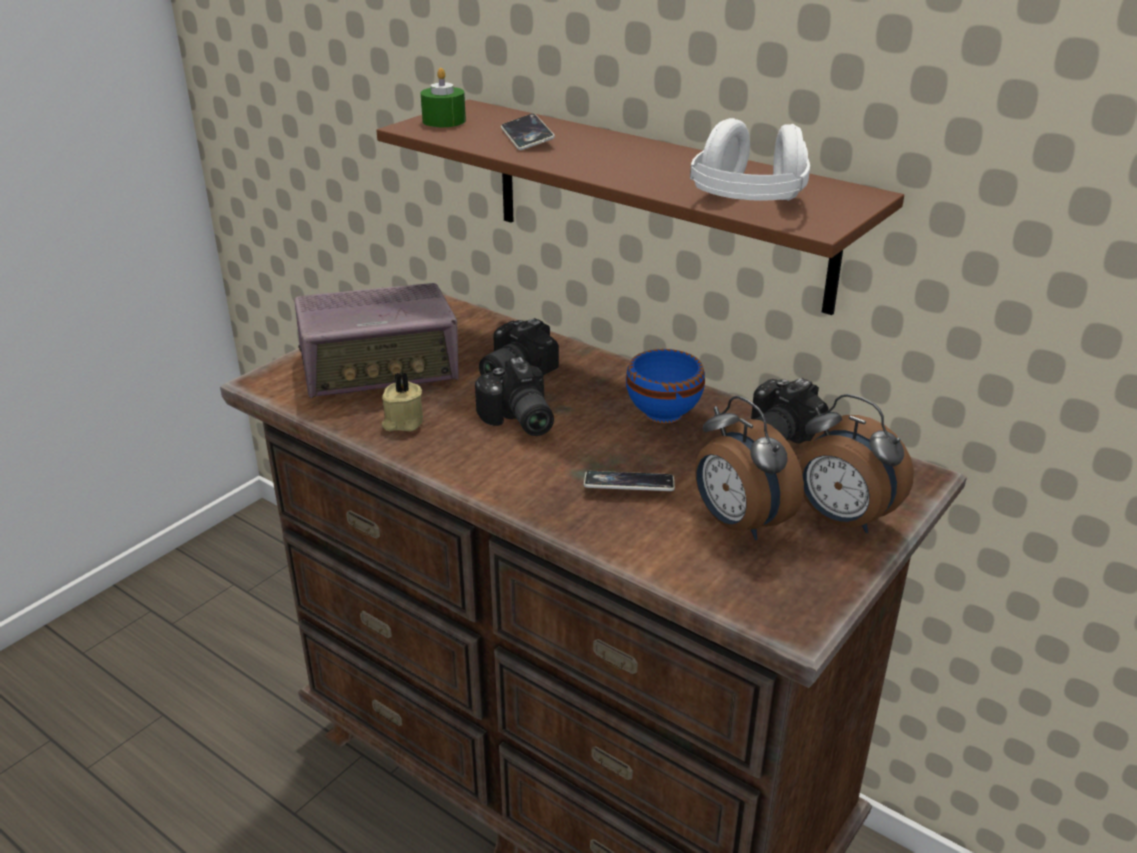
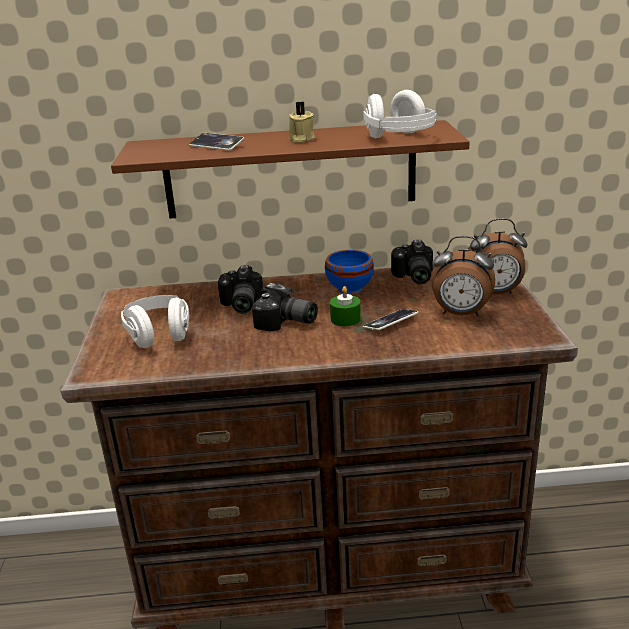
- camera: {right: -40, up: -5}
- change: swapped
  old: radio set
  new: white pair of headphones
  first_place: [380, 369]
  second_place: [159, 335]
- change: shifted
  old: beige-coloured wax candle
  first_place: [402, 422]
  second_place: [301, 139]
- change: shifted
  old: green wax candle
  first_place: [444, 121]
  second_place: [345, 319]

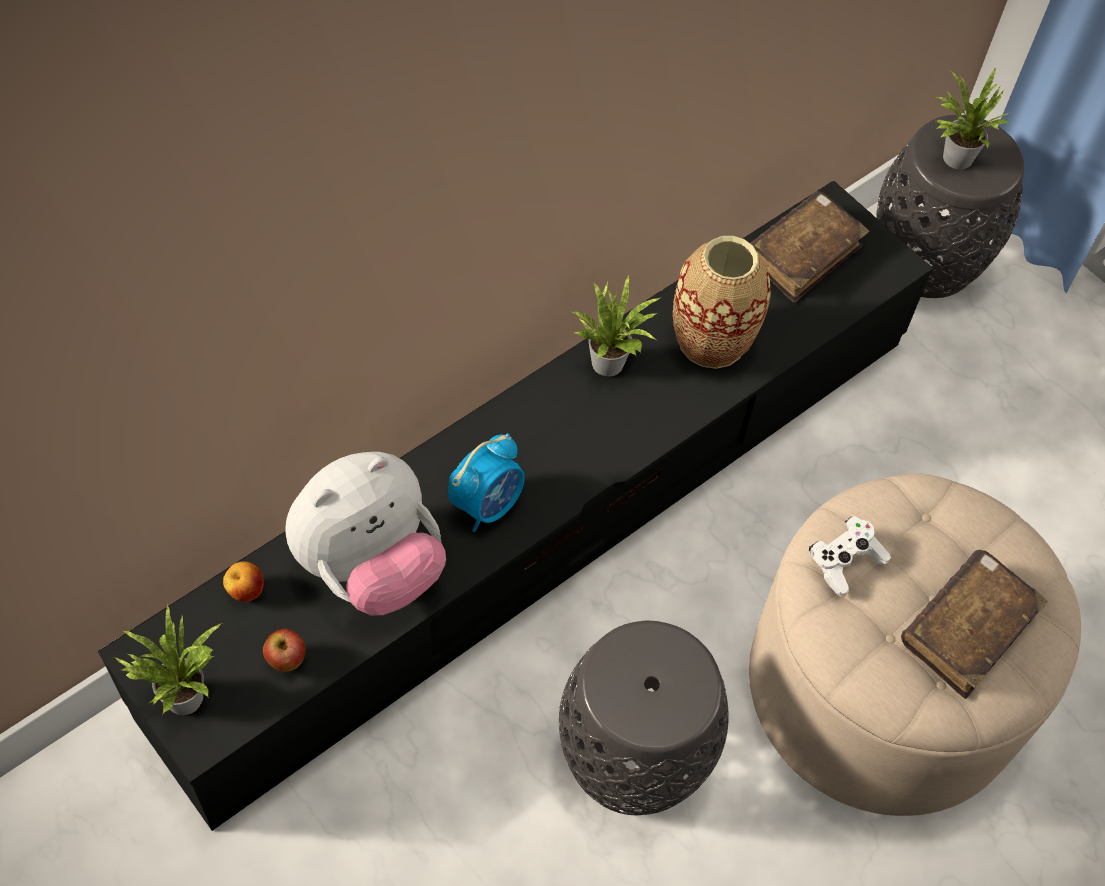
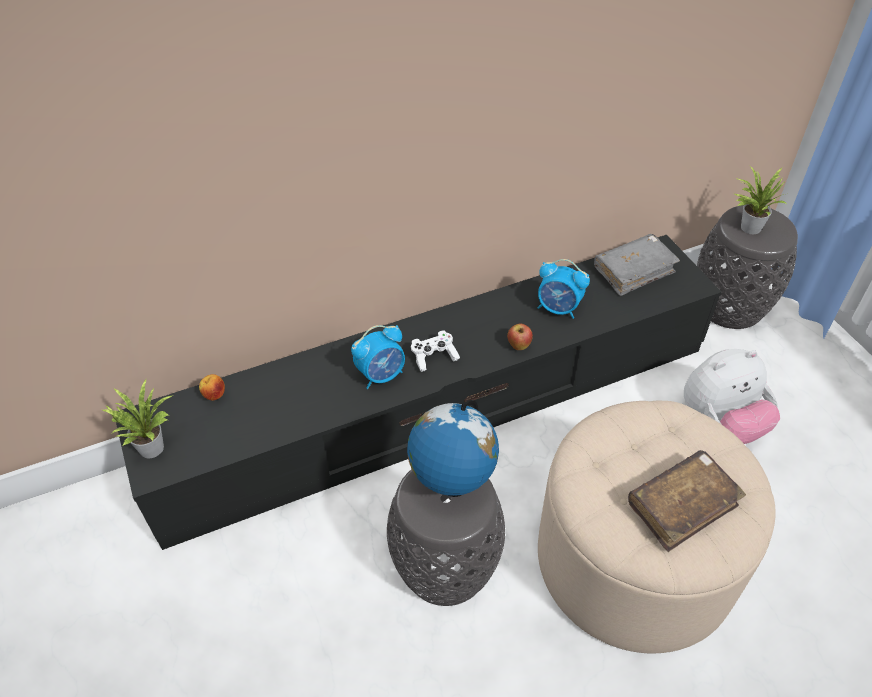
- camera: {right: 20, up: -10}
- change: new
  new: globe
  second_place: [452, 485]
- change: shifted
  old: white gamepad
  first_place: [845, 561]
  second_place: [434, 356]
- change: shifted
  old: whole apple
  first_place: [287, 660]
  second_place: [519, 346]
- change: swapped
  old: decorative vase
  new: bedside clock
  first_place: [712, 340]
  second_place: [558, 308]
- change: repainted
  old: brown-coloured book
  new: gray book
  first_place: [803, 254]
  second_place: [634, 271]
- change: shifted
  old: cuddly toy
  first_place: [370, 566]
  second_place: [721, 422]
- change: gone
  old: houseplant
  first_place: [610, 360]

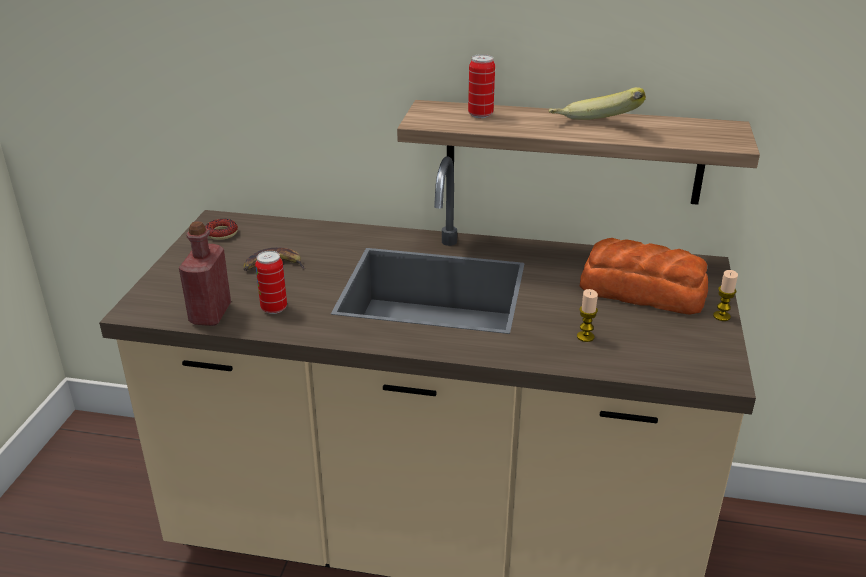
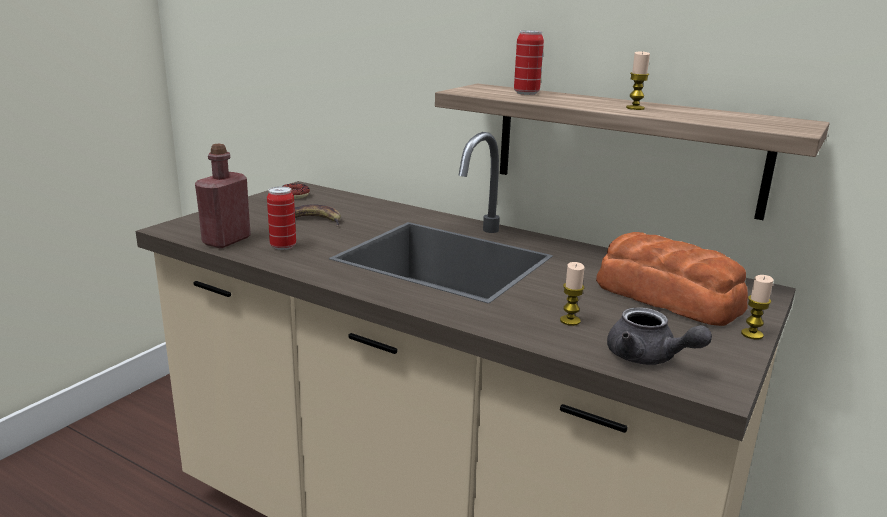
- camera: {right: 20, up: -10}
- change: new
  new: gray teapot
  second_place: [648, 358]
- change: swapped
  old: whole banana
  new: wax candle
  first_place: [593, 128]
  second_place: [635, 108]

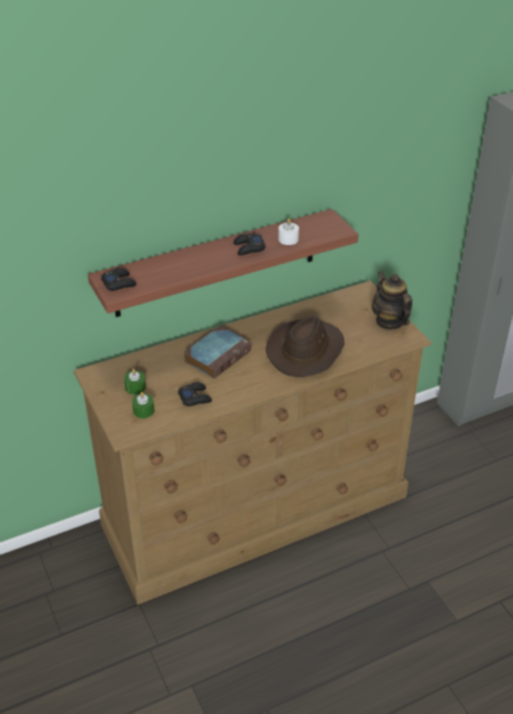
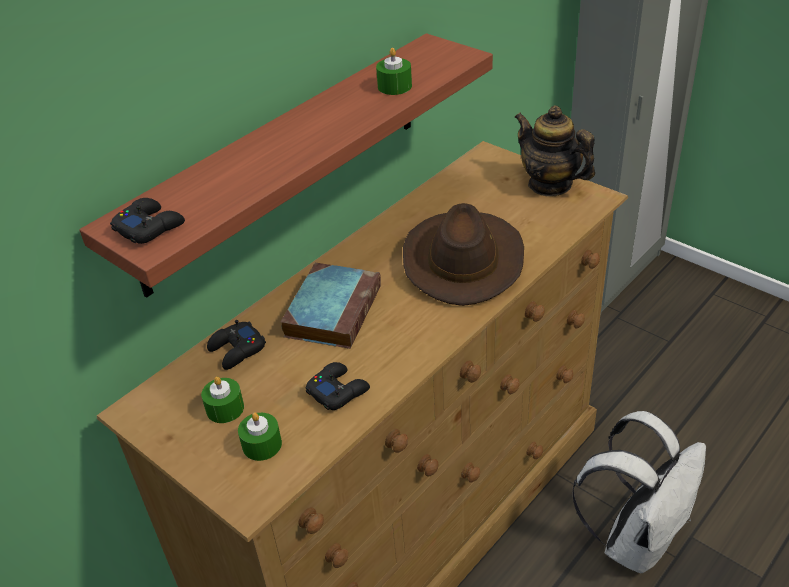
- camera: {right: -20, up: 0}
- change: shifted
  old: blackish gamepad
  first_place: [249, 248]
  second_place: [237, 350]
- change: repainted
  old: white wax candle
  new: green wax candle
  first_place: [288, 239]
  second_place: [394, 86]
- change: new
  new: white backpack
  second_place: [636, 539]

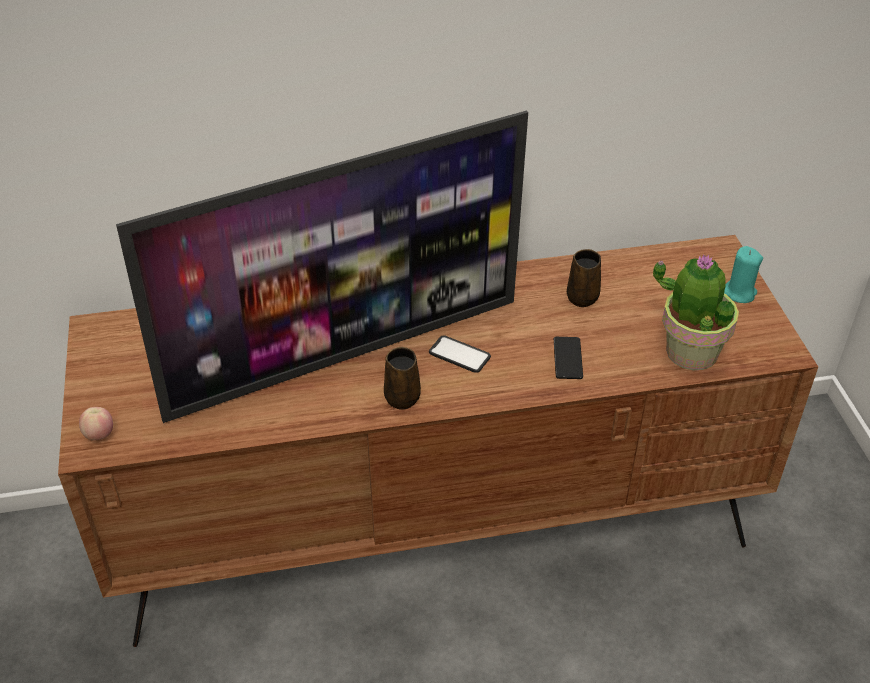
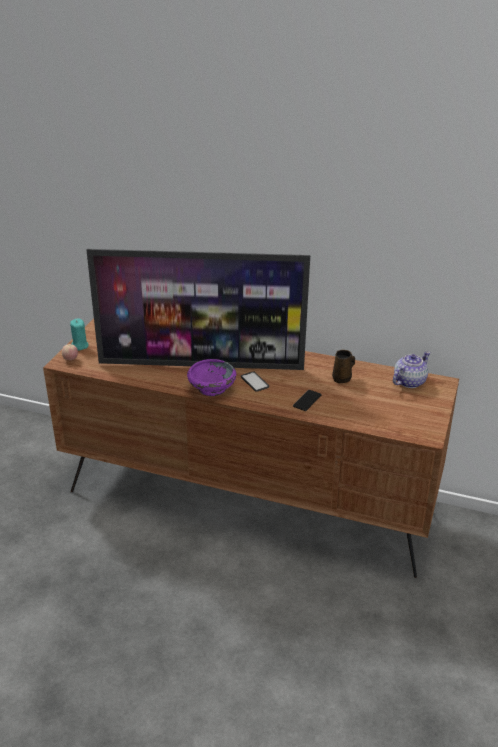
- camera: {right: 30, up: -10}
- change: shifted
  old: turquoise wax candle
  first_place: [739, 293]
  second_place: [79, 346]
- change: swapped
  old: brown-coloured tea mug
  new: purplish deep dish
  first_place: [402, 396]
  second_place: [211, 389]
- change: new
  new: teapot
  second_place: [409, 382]
- change: gone
  old: houseplant
  first_place: [691, 351]

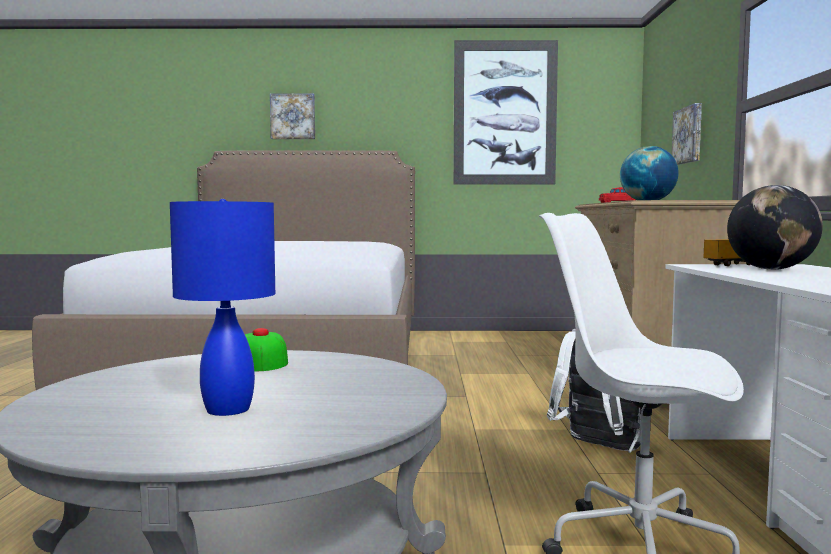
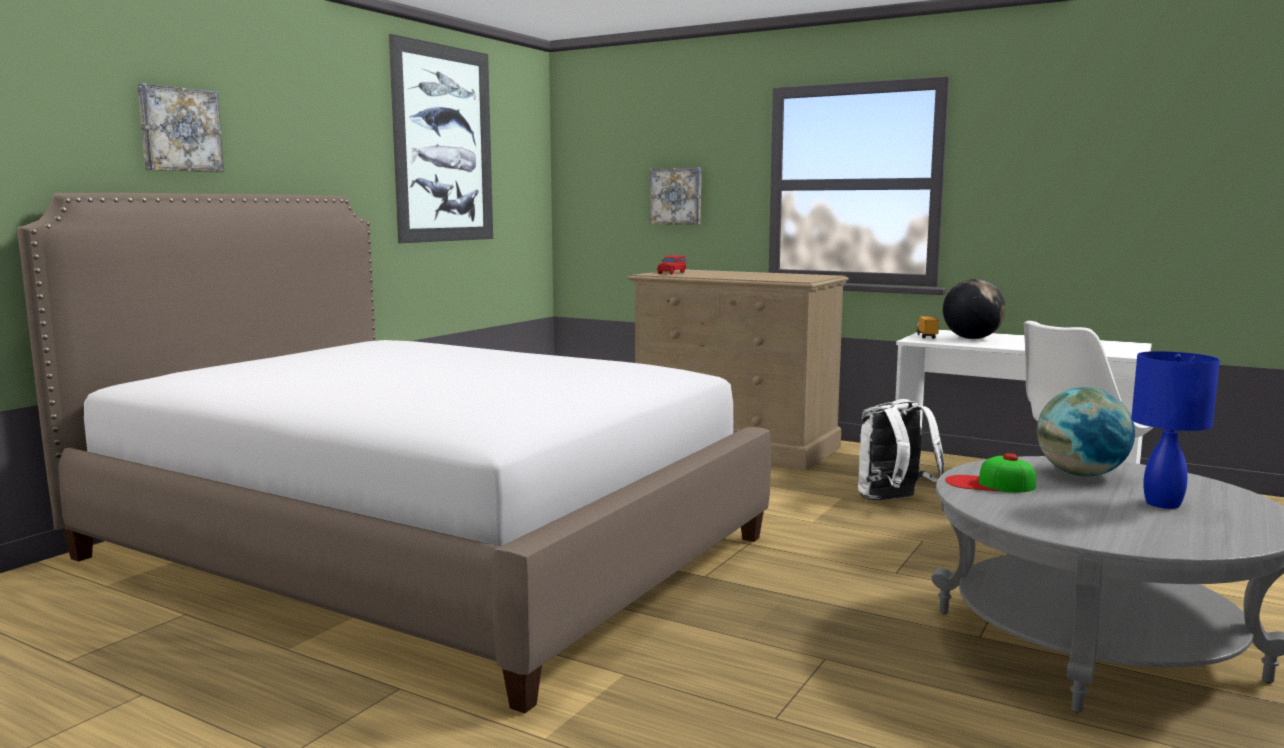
- camera: {right: -60, up: 5}
- change: shifted
  old: globe
  first_place: [647, 202]
  second_place: [1081, 474]

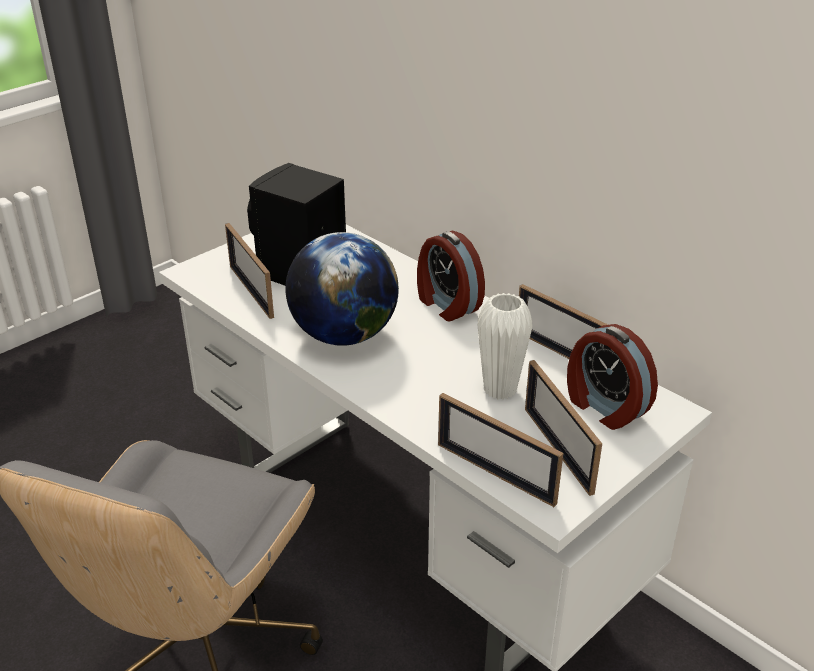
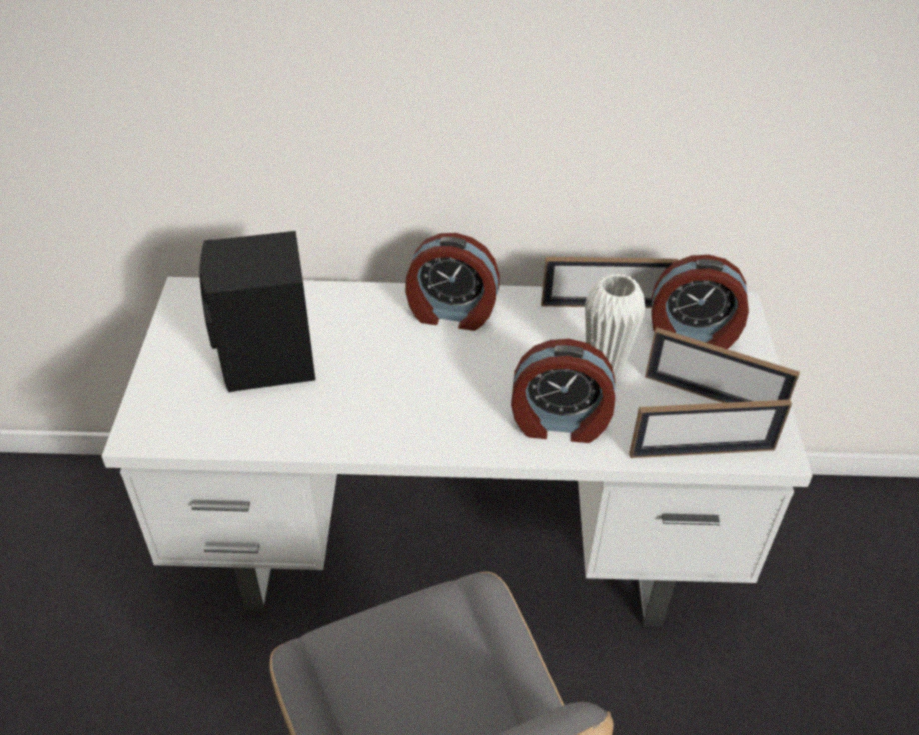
- camera: {right: -45, up: 10}
- change: new
  new: bedside clock
  second_place: [559, 423]
- change: gone
  old: picture frame
  first_place: [251, 291]
- change: gone
  old: globe
  first_place: [344, 335]

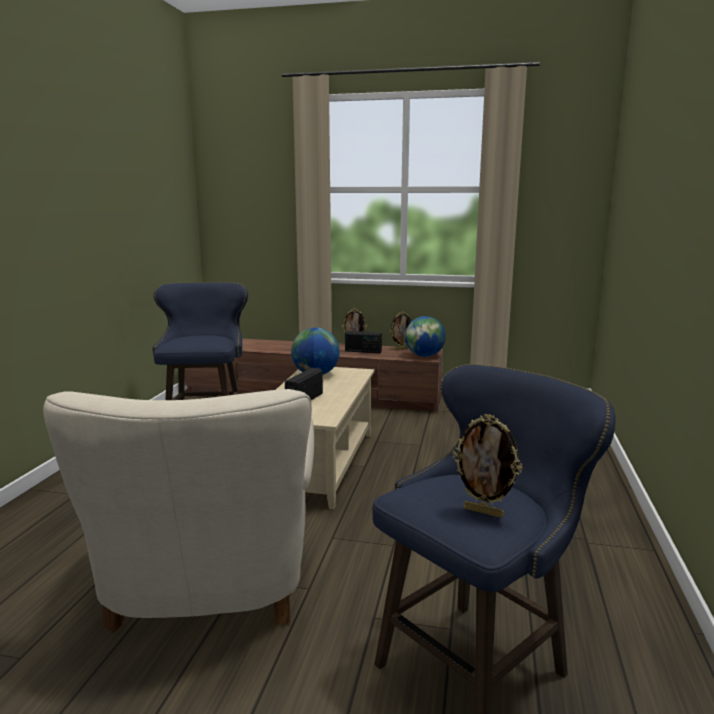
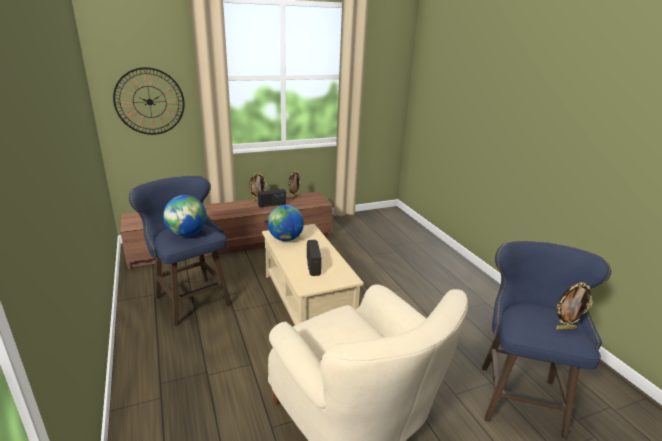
- camera: {right: -35, up: 10}
- change: new
  new: clock on the wall
  second_place: [149, 102]
- change: shifted
  old: globe
  first_place: [424, 356]
  second_place: [187, 234]

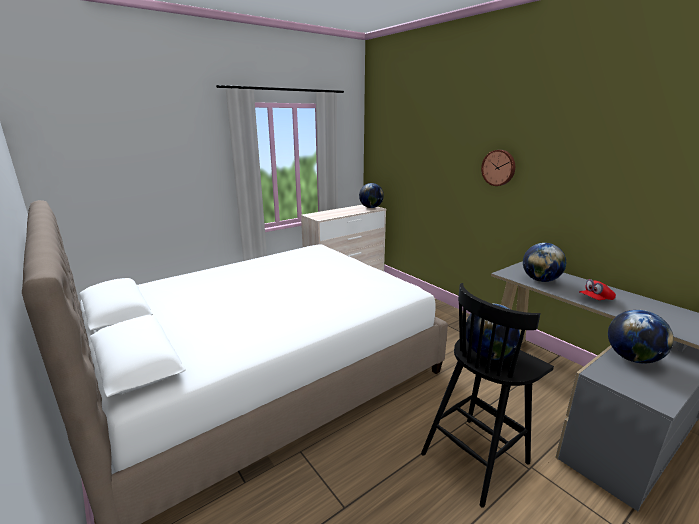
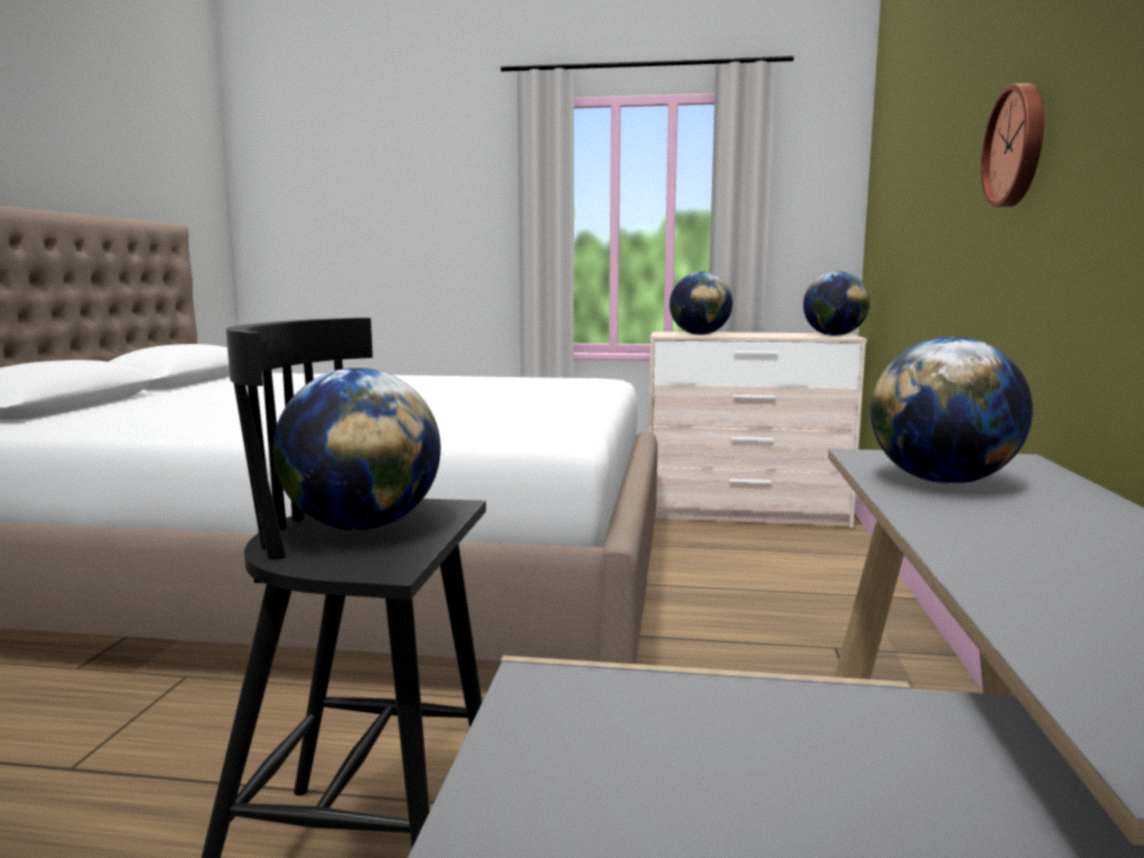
- camera: {right: 45, up: -10}
- change: shifted
  old: globe
  first_place: [632, 358]
  second_place: [699, 334]
- change: gone
  old: reddish baseball cap
  first_place: [595, 300]

